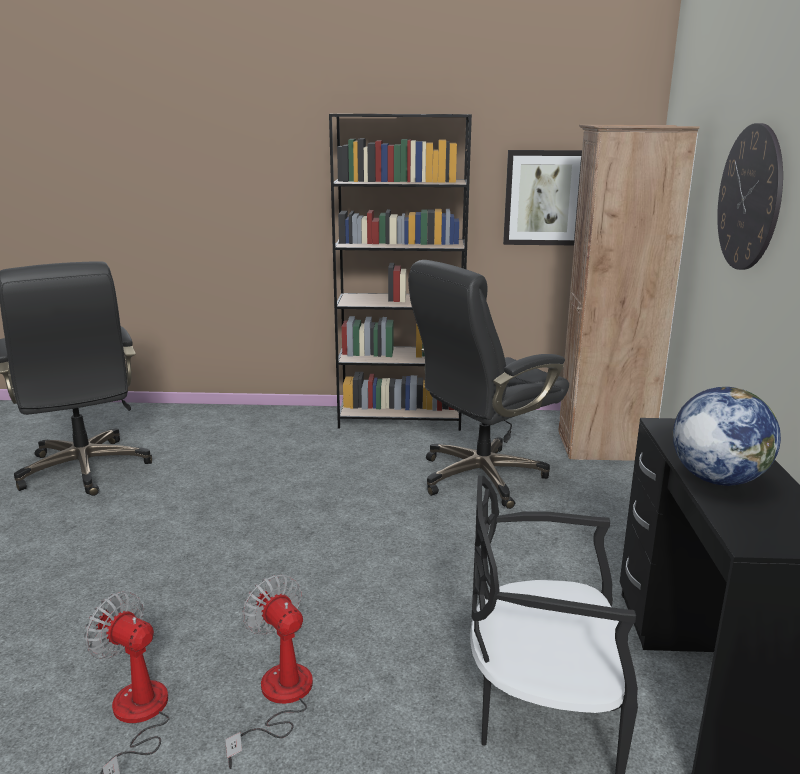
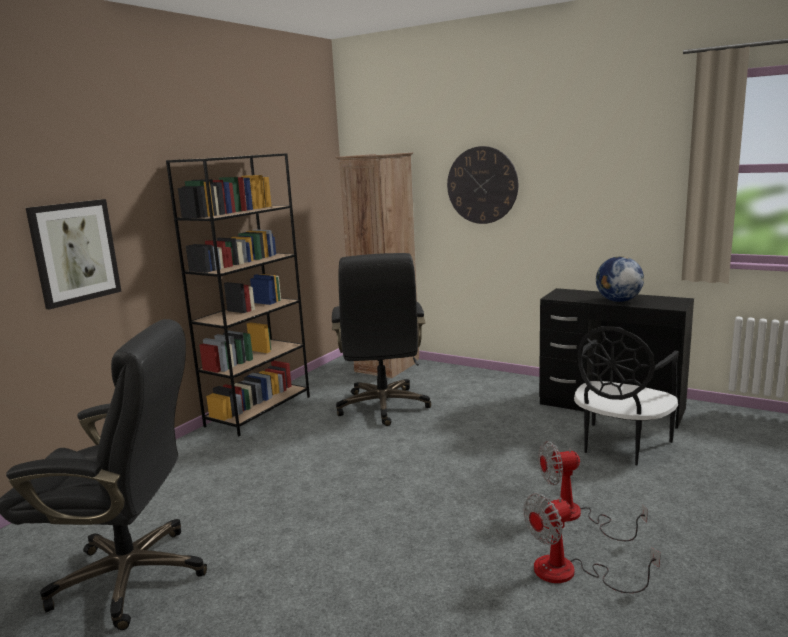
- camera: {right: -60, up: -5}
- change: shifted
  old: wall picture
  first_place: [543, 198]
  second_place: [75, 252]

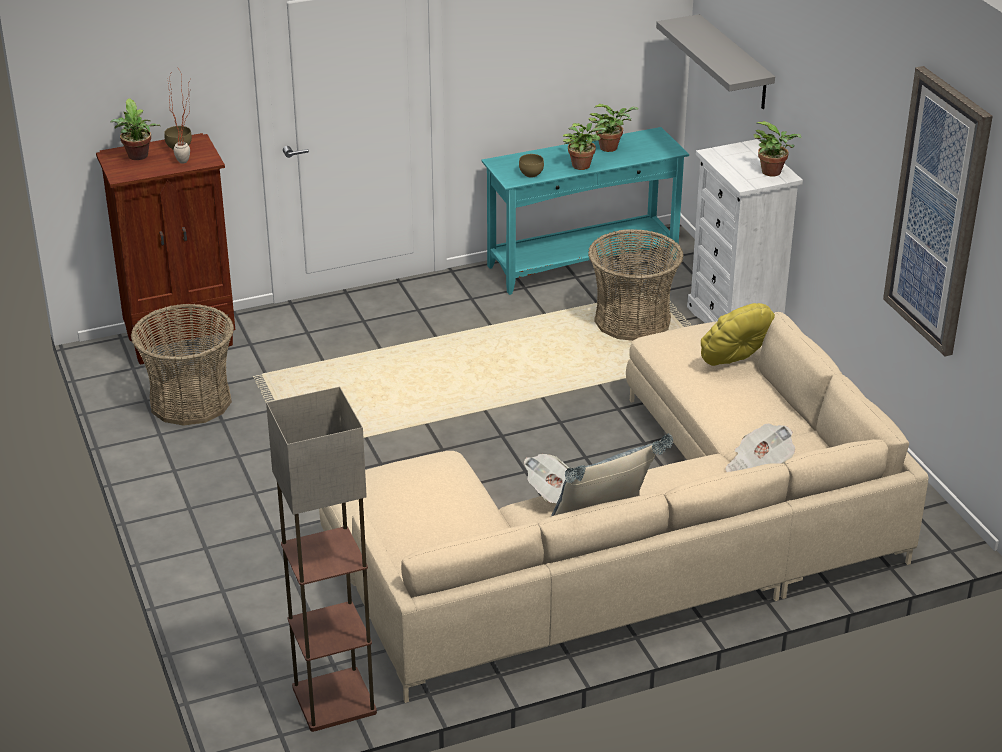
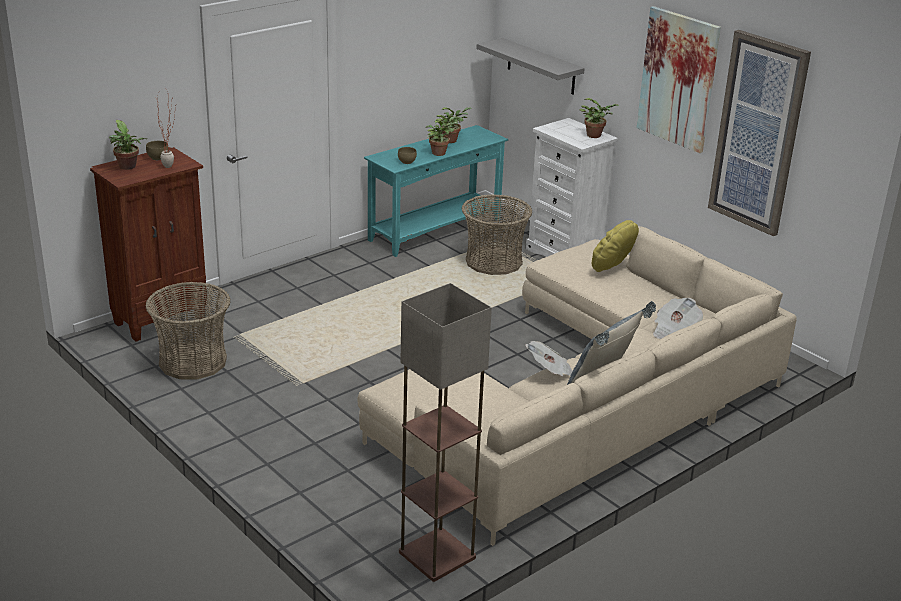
- camera: {right: -20, up: -5}
- change: new
  new: wall picture
  second_place: [678, 79]

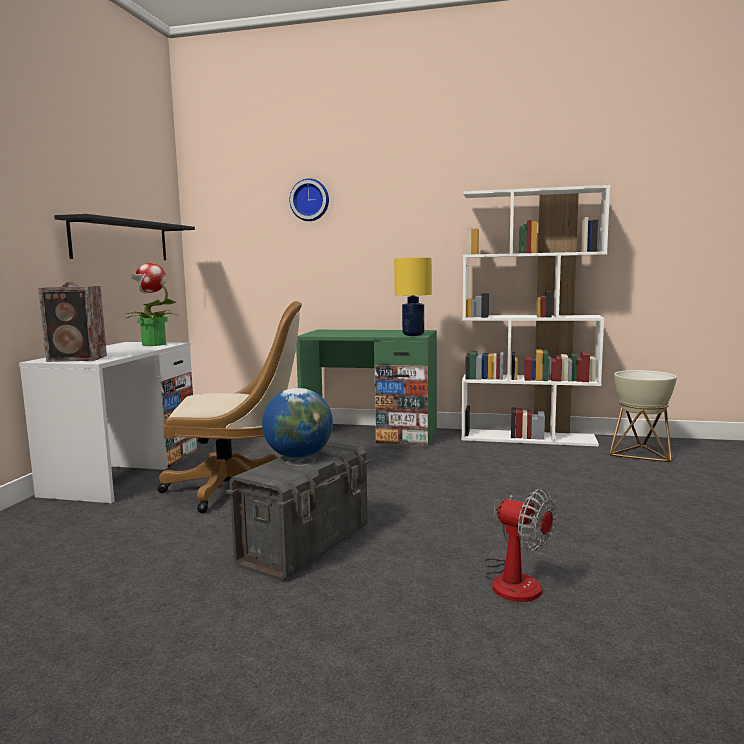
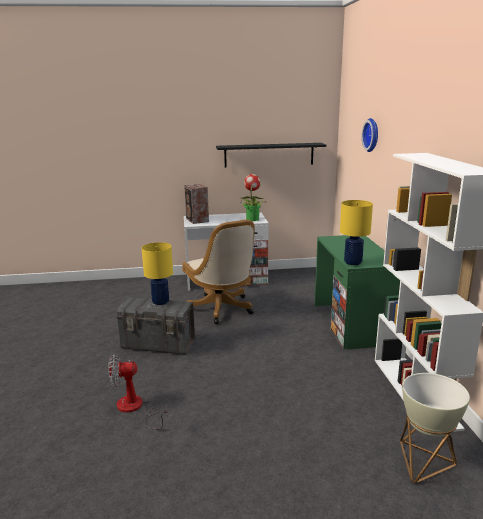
- camera: {right: 70, up: 10}
- change: rotated
  old: cooling fan
  first_place: [513, 579]
  second_place: [135, 408]
  degrees: 60
- change: swapped
  old: globe
  new: yellowish table lamp
  first_place: [299, 456]
  second_place: [161, 303]

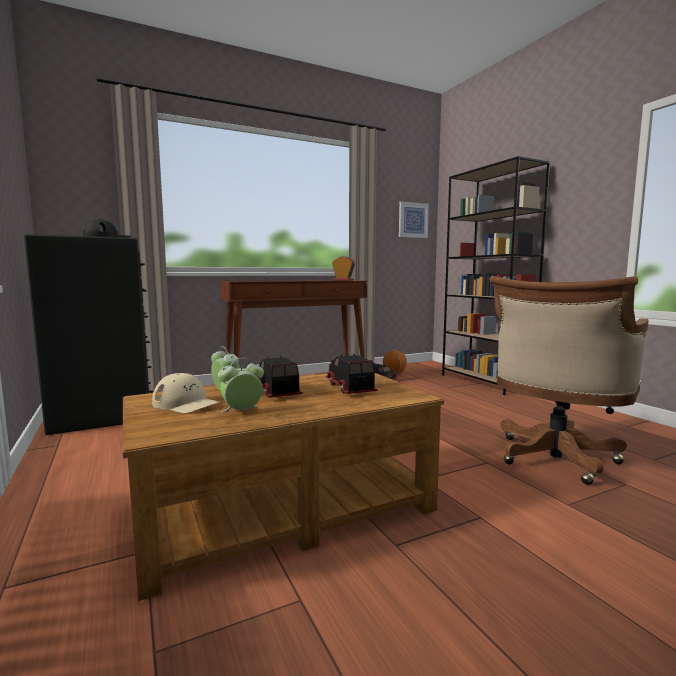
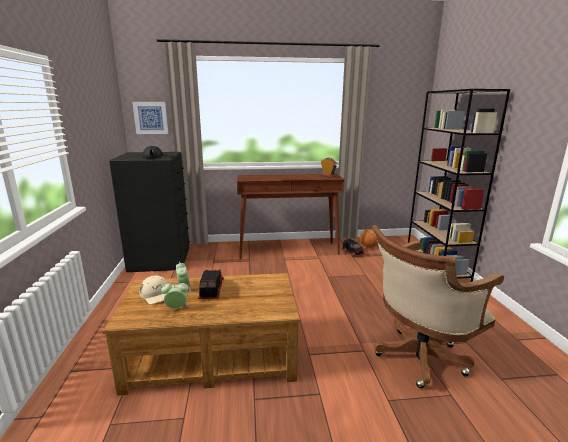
- camera: {right: 20, up: 10}
- change: shifted
  old: wall picture
  first_place: [413, 220]
  second_place: [151, 118]
- change: gone
  old: model truck
  first_place: [349, 388]

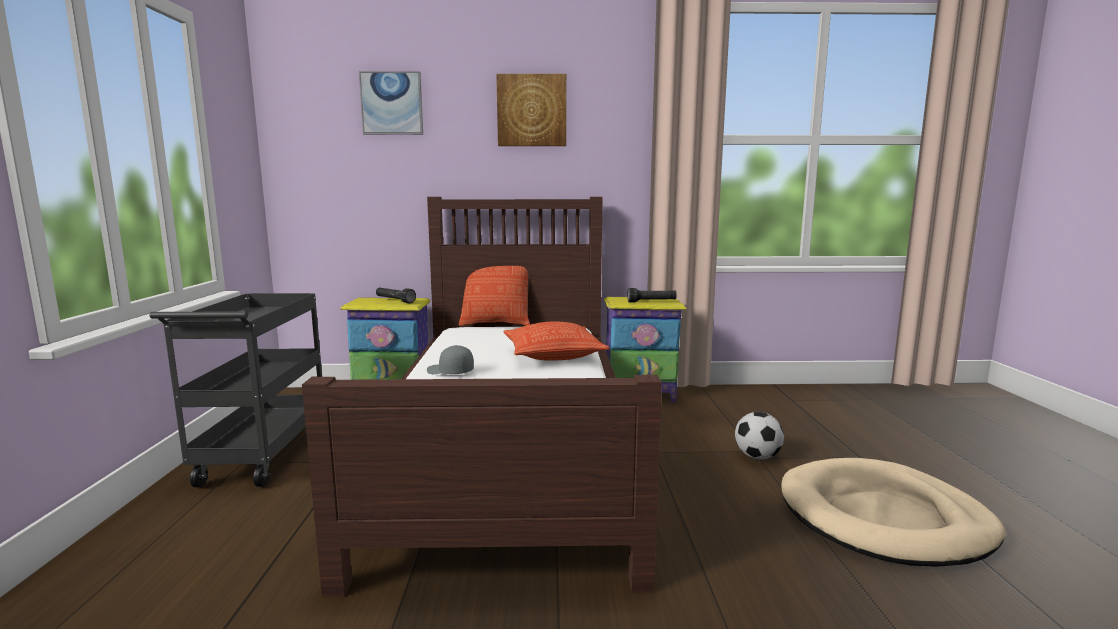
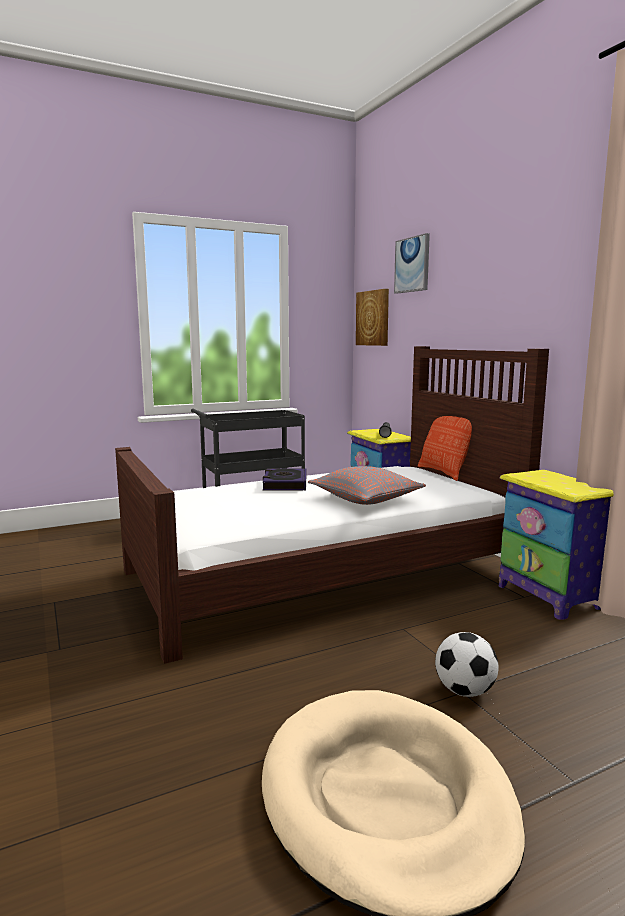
- camera: {right: 65, up: 0}
- change: swapped
  old: gray baseball cap
  new: book
  first_place: [449, 372]
  second_place: [285, 484]
- change: repainted
  old: orange-coloured throw pillow
  new: gray throw pillow
  first_place: [553, 355]
  second_place: [366, 499]
- change: shifted
  old: wall picture
  first_place: [531, 111]
  second_place: [373, 318]
- change: gone
  old: blackish flashlight
  first_place: [651, 302]

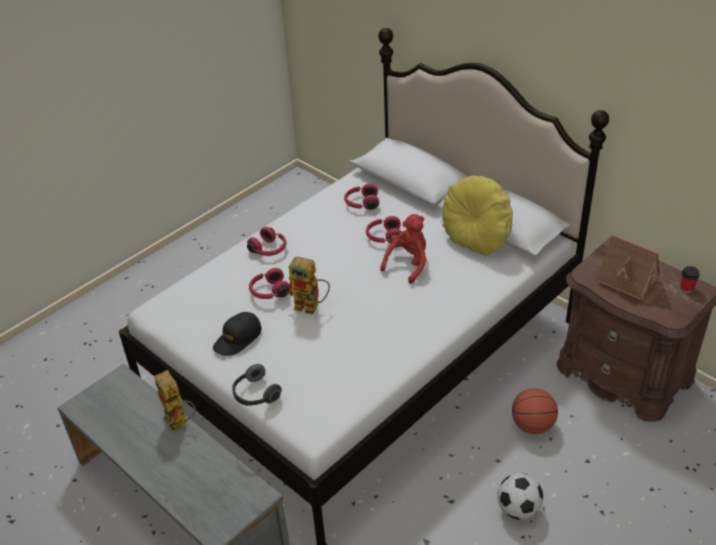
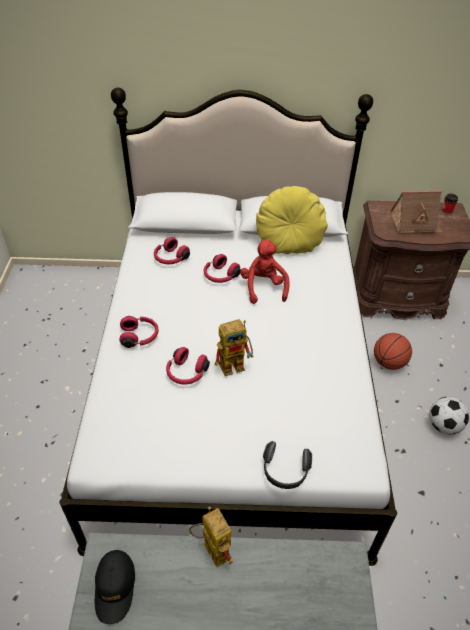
- camera: {right: -45, up: 5}
- change: shifted
  old: blackish baseball cap
  first_place: [238, 338]
  second_place: [115, 587]
- change: rotated
  old: robot figure
  first_place: [180, 423]
  second_place: [212, 548]
  degrees: -135

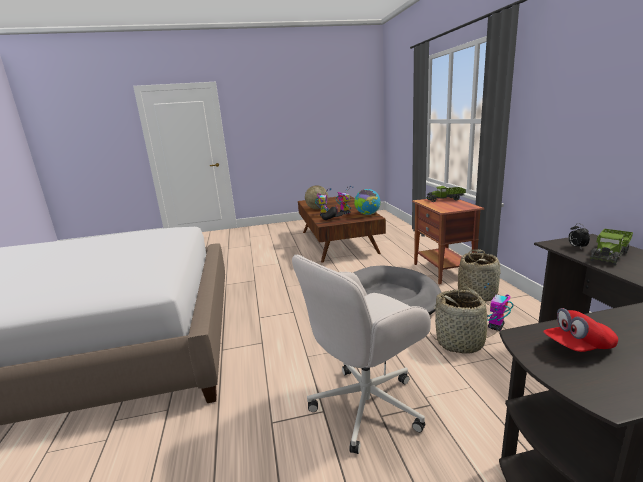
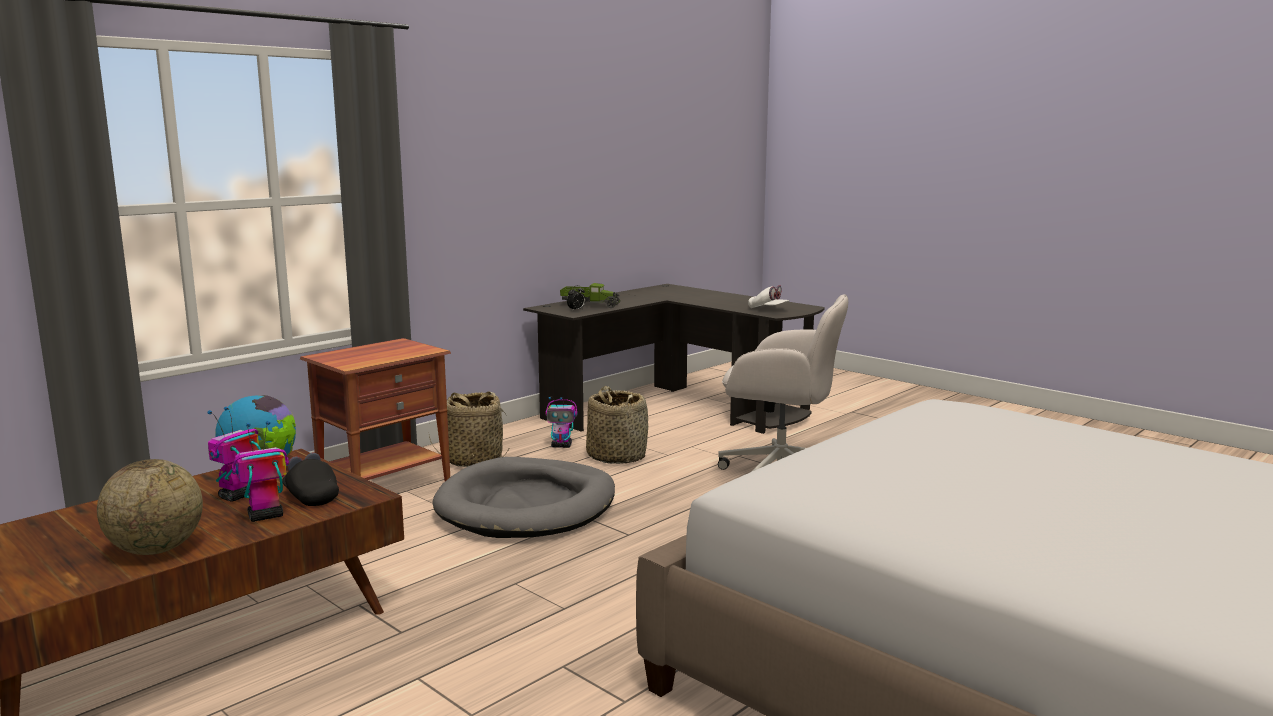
- camera: {right: -125, up: -5}
- change: repainted
  old: reddish baseball cap
  new: white baseball cap
  first_place: [577, 346]
  second_place: [768, 309]
- change: gone
  old: model truck
  first_place: [445, 199]

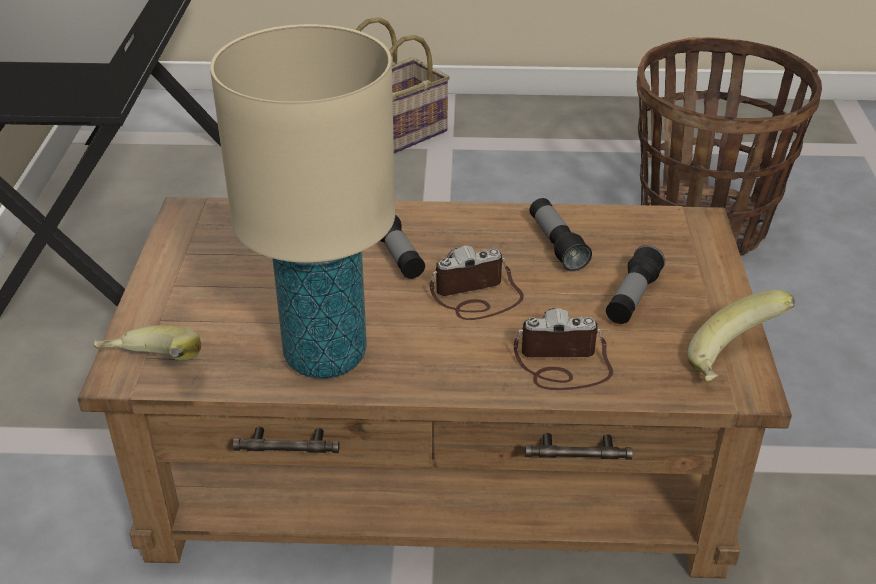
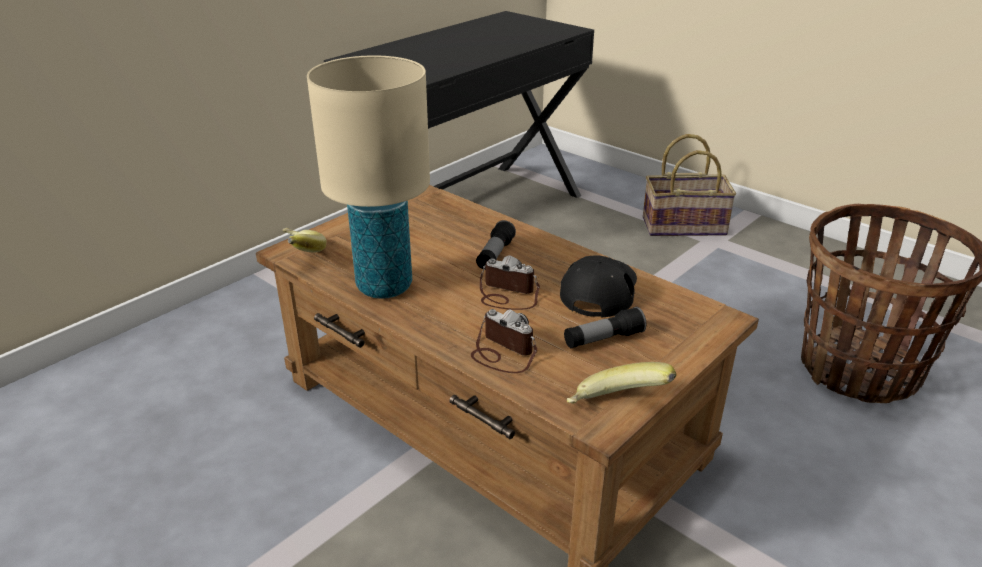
- camera: {right: 40, up: -5}
- change: swapped
  old: flashlight
  new: blackish baseball cap
  first_place: [557, 245]
  second_place: [599, 290]

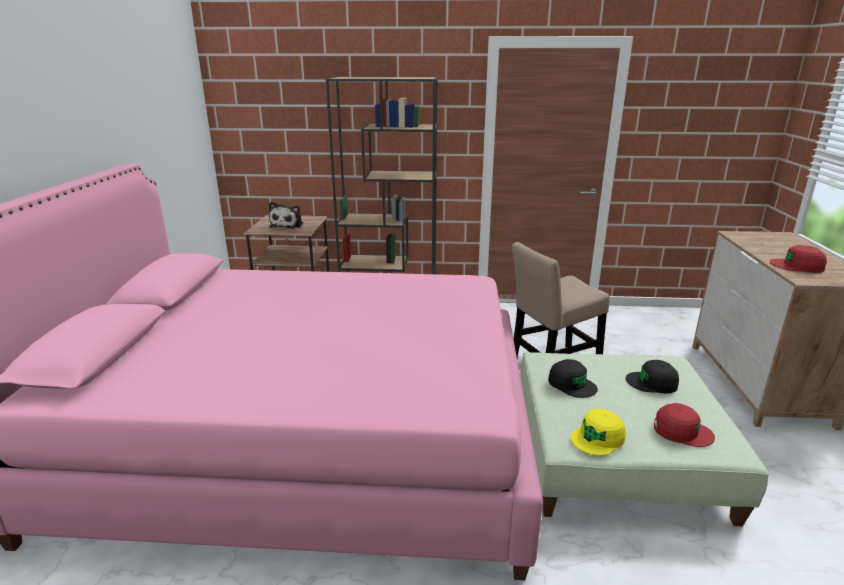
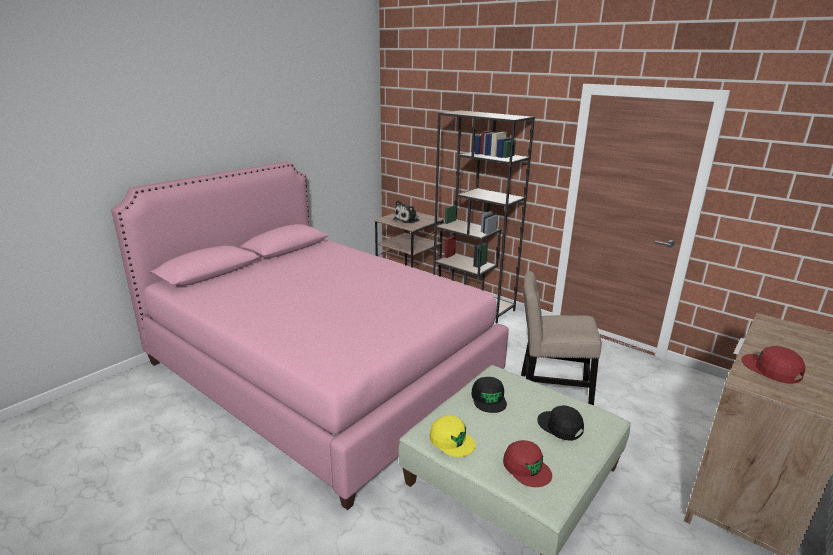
- camera: {right: 35, up: 0}
- change: rotated
  old: yellowish baseball cap
  first_place: [598, 438]
  second_place: [452, 440]
  degrees: -135

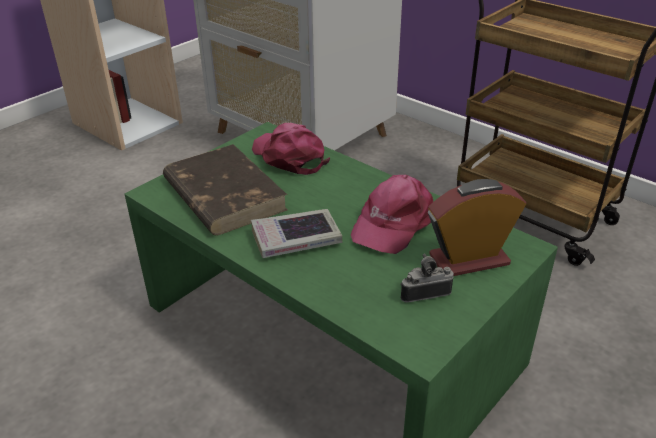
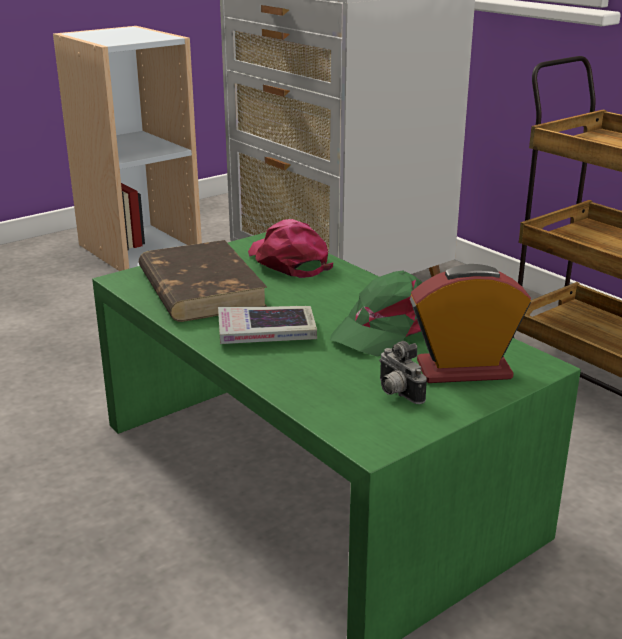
- camera: {right: 10, up: -10}
- change: repainted
  old: pinkish baseball cap
  new: green baseball cap
  first_place: [392, 223]
  second_place: [385, 329]
- change: rotated
  old: photo camera
  first_place: [423, 292]
  second_place: [396, 393]
  degrees: -120

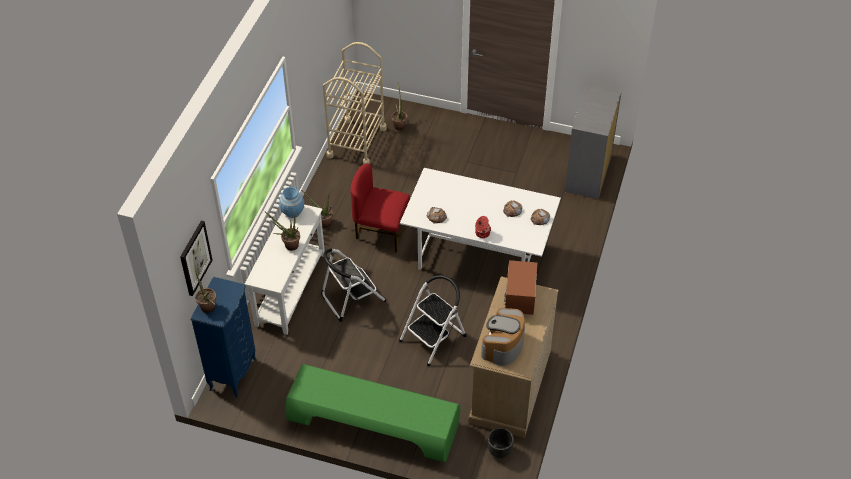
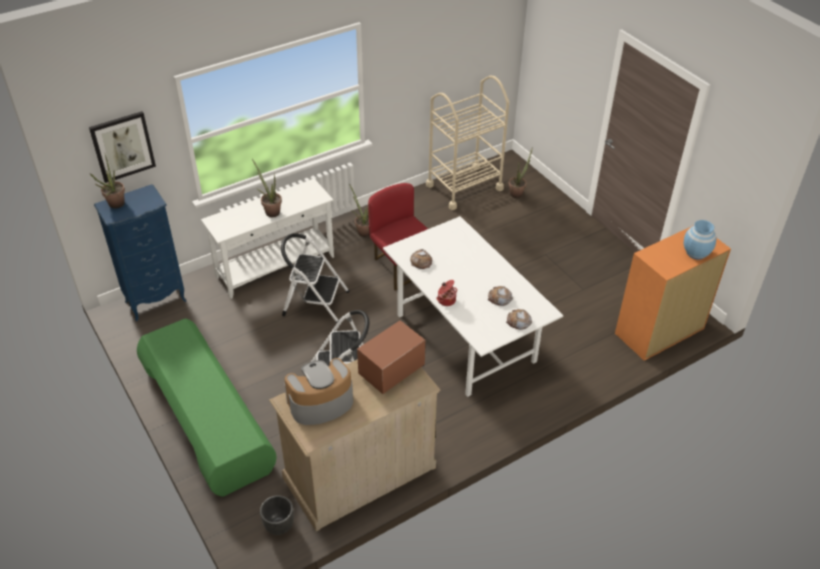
- camera: {right: 40, up: -5}
- change: repainted
  old: gray storage cabinet
  new: orange-coloured storage cabinet
  first_place: [588, 173]
  second_place: [659, 331]
- change: shifted
  old: blue decorative vase
  first_place: [292, 212]
  second_place: [696, 253]

